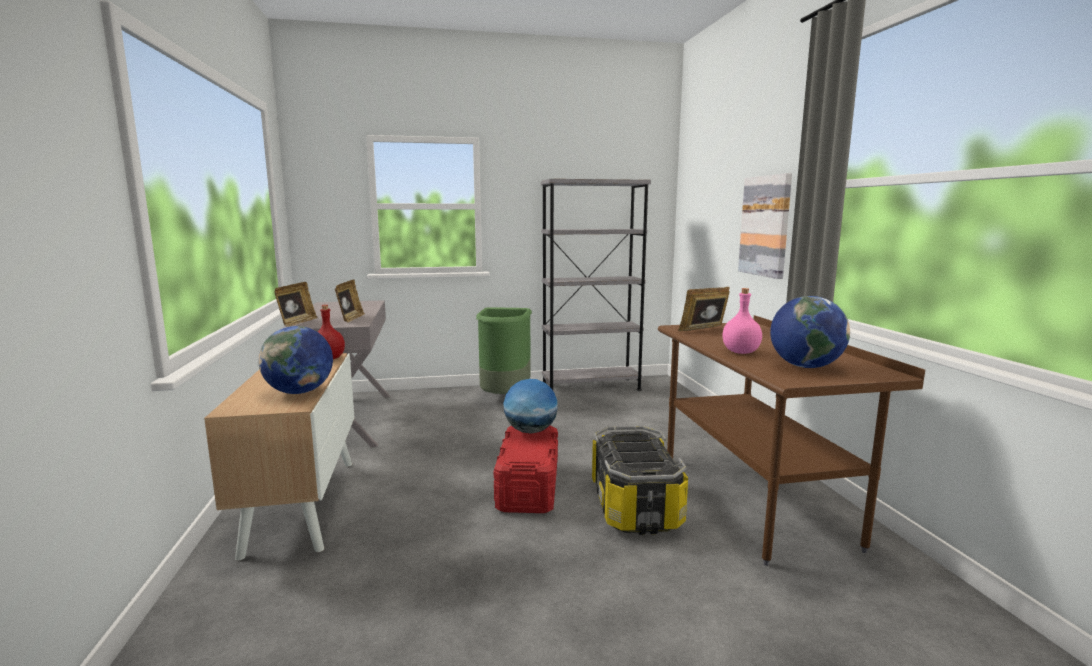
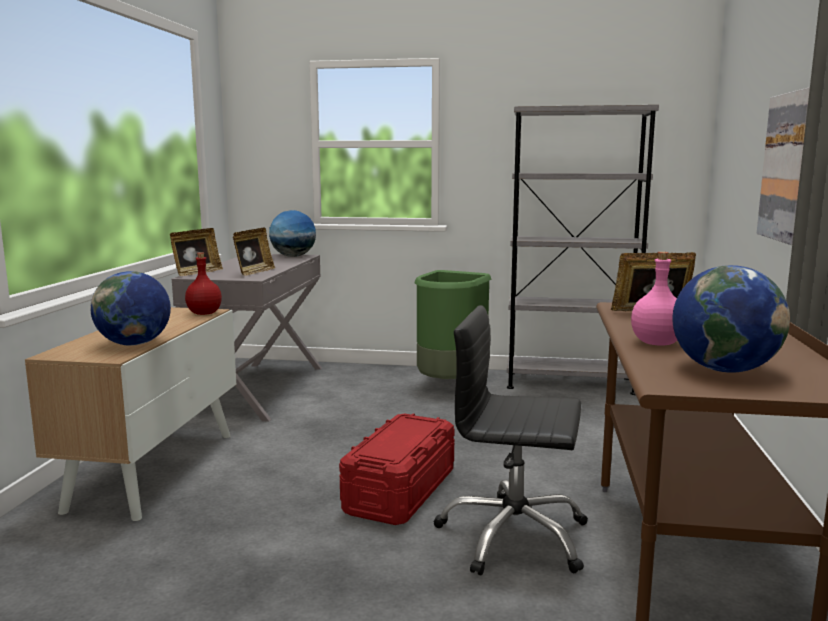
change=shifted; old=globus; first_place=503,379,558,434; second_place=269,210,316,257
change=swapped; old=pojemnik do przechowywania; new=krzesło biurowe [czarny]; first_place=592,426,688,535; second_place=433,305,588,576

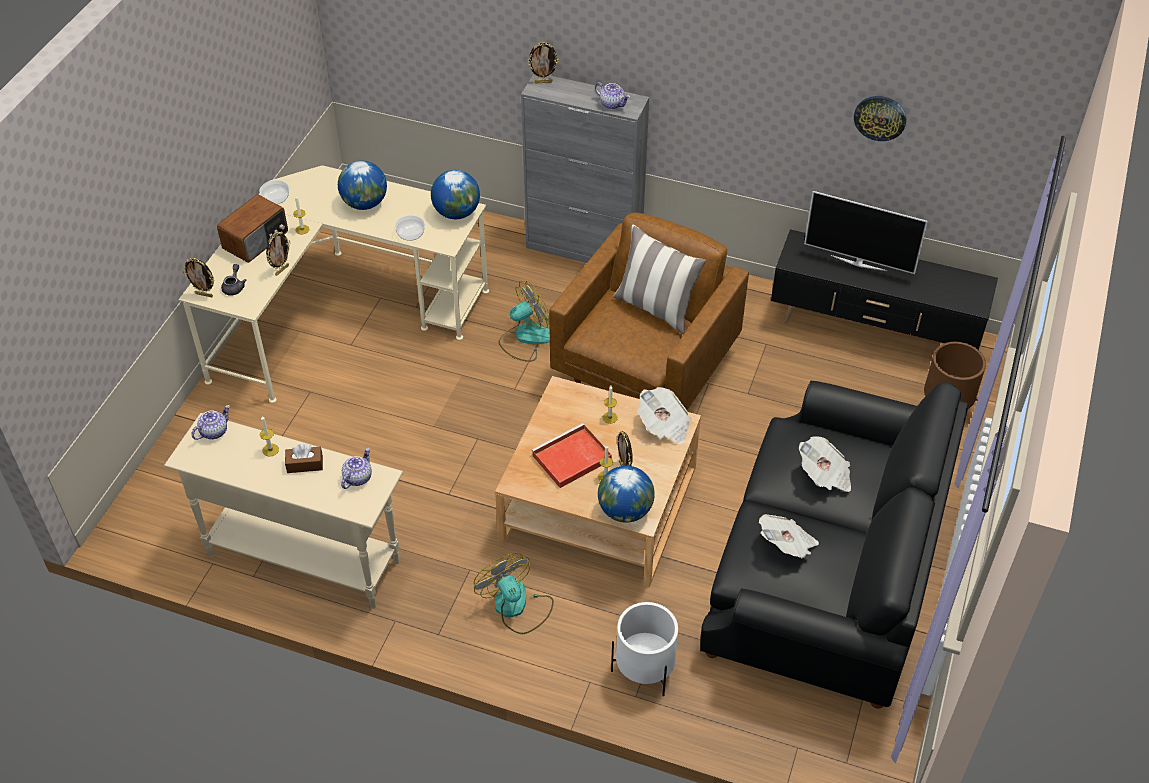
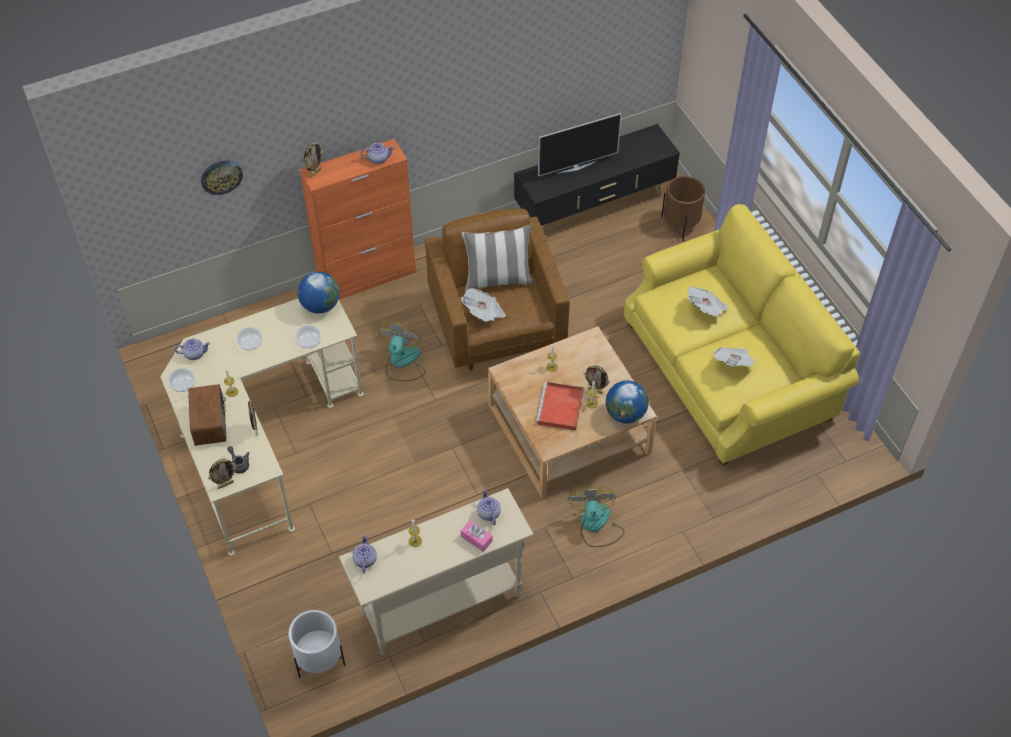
change=gone; old=pudełko chusteczek [brązowy]; first_place=285,444,323,473
change=swapped; old=globus; new=miska; first_place=338,161,387,210; second_place=236,327,262,350
change=rotated; old=wentylator; first_place=474,553,554,634; second_place=568,486,625,547; degrees=75
change=repainted; old=szafka [szary]; new=szafka [pomarańczowy]; first_place=521,74,649,263; second_place=300,139,416,300
change=shifted; old=donica [biały]; first_place=611,602,678,696; second_place=289,610,345,678
change=shifted; old=gazeta; first_place=638,387,692,445; second_place=461,288,506,322
change=repainted; old=kanapa [czarny]; new=kanapa [żółty]; first_place=700,380,968,709; second_place=624,204,860,465
change=shifted; old=zegar ścienny; first_place=854,96,906,141; second_place=201,161,243,195
change=new; new=imbryk; second_place=174,339,210,360
change=new; new=pudełko chusteczek [różowy]; second_place=461,520,493,552

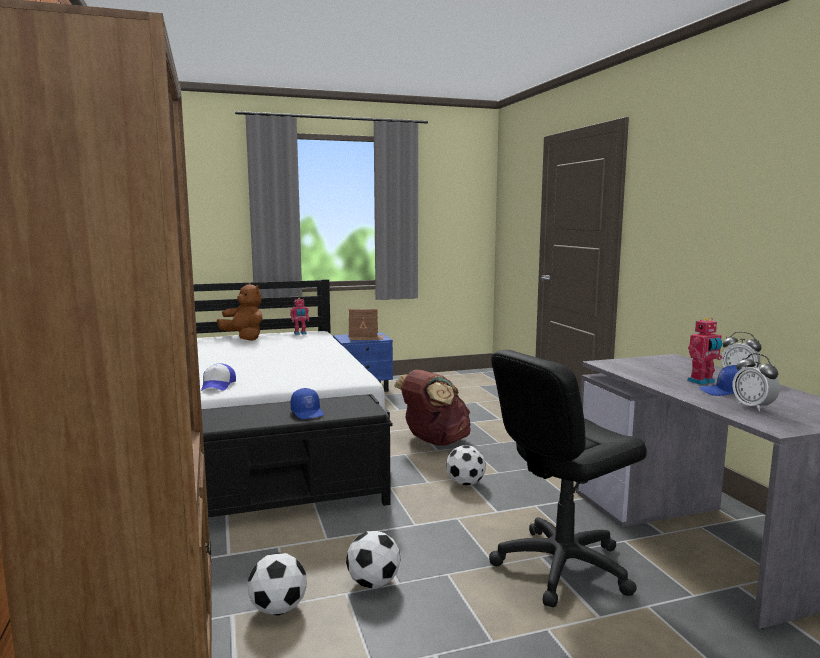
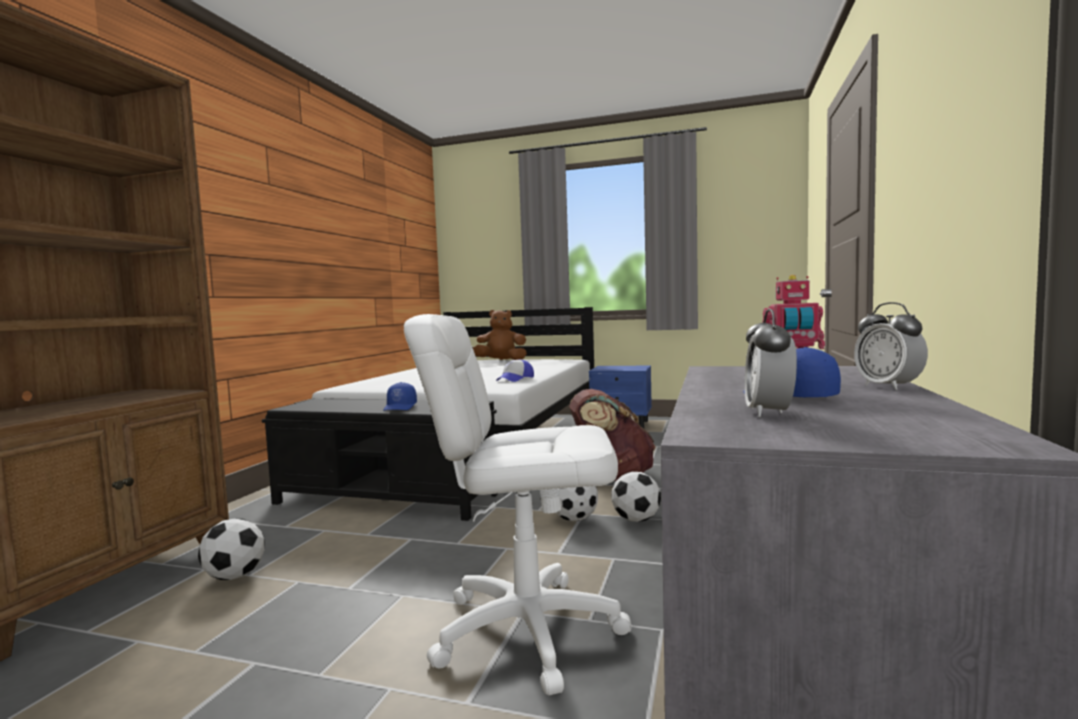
change=shifted; old=czapka z daszkiem; first_place=201,363,236,391; second_place=496,360,534,382
change=rotated; old=pluszak [brązowy]; first_place=217,283,262,341; second_place=473,310,527,360; degrees=-75
change=gone; old=robot zabawkowy; first_place=290,298,309,335
change=shifted; old=piłka futbolowa; first_place=346,531,400,588; second_place=611,472,661,522
change=gone; old=domek; first_place=349,309,383,341
change=repainted; old=krzesło biurowe [czarny]; new=krzesło biurowe [biały]; first_place=489,350,647,607; second_place=404,314,632,696

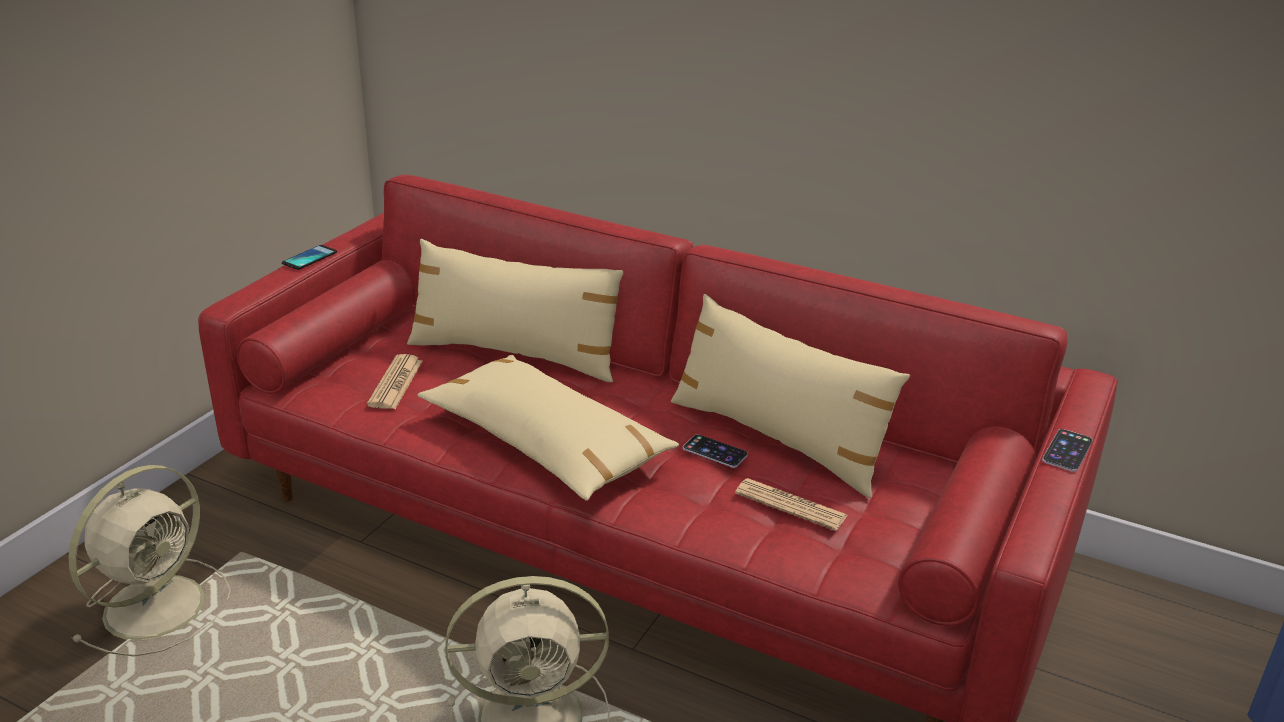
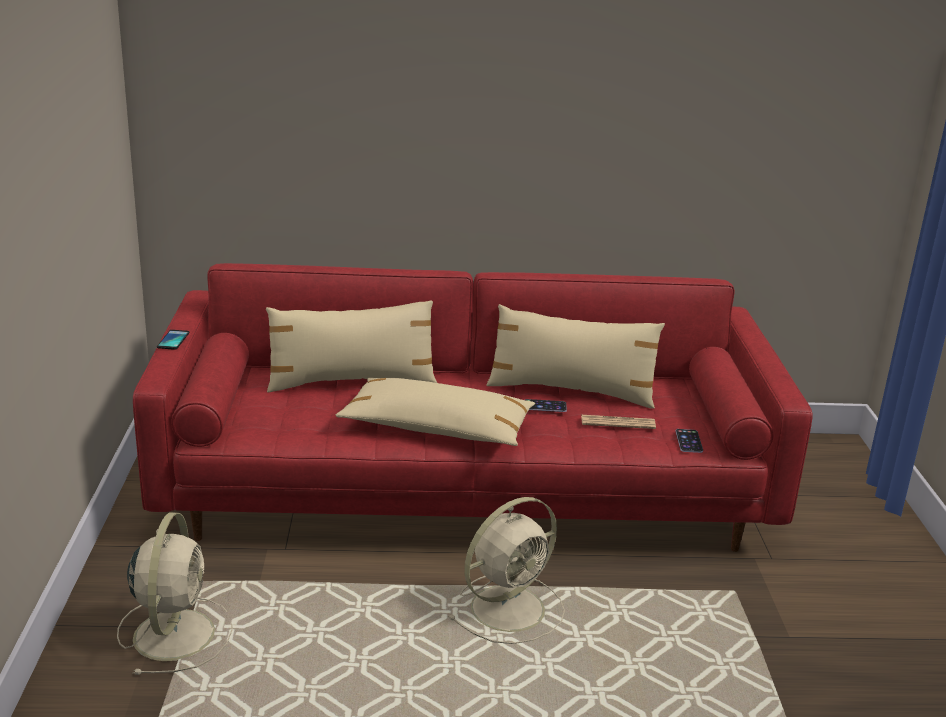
change=gone; old=gazeta; first_place=367,354,423,409
change=shifted; old=telefon; first_place=1042,429,1093,472; second_place=675,429,703,453

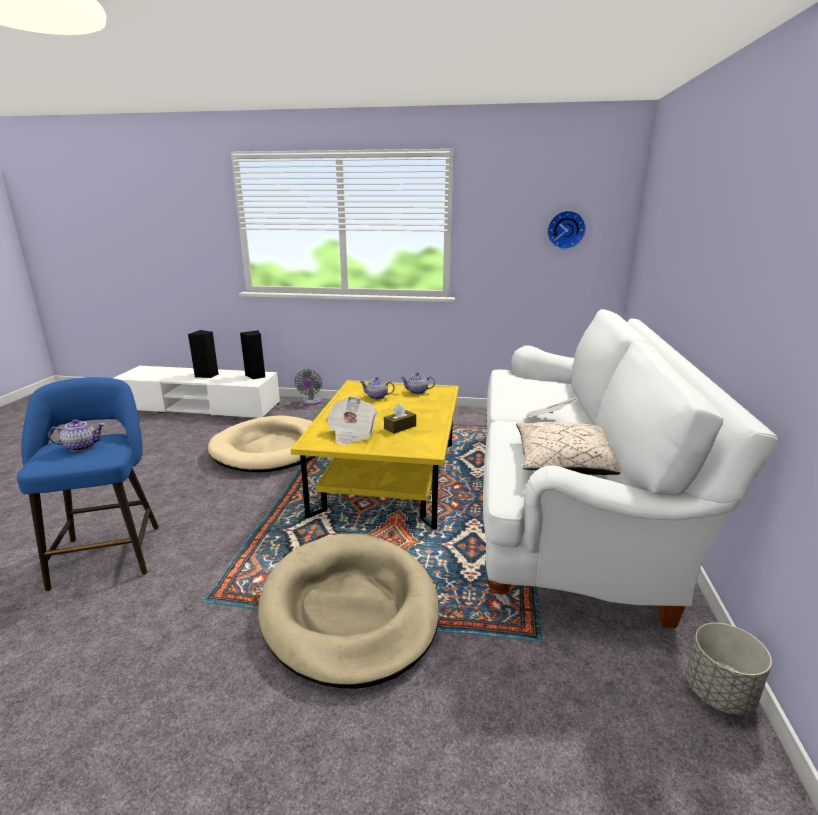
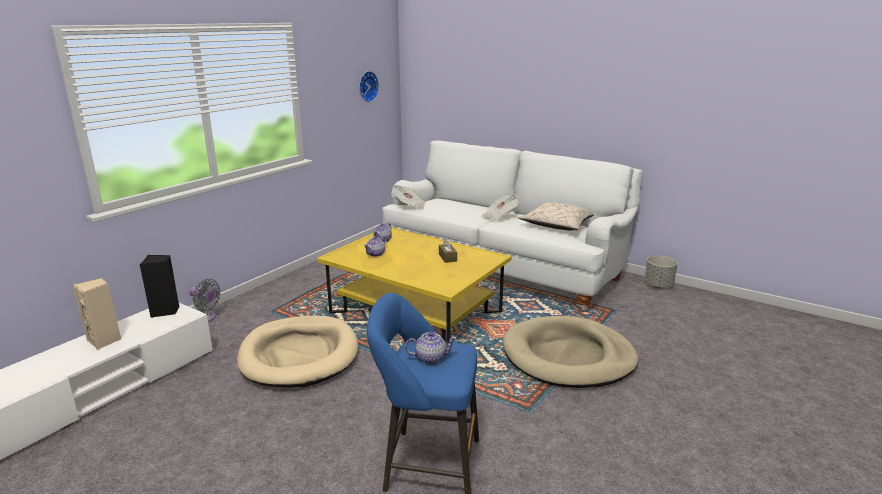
change=rotated; old=imbryk; first_place=48,419,105,452; second_place=405,332,457,364; degrees=75
change=repainted; old=głośnik [czarny]; new=głośnik [beżowy]; first_place=188,330,219,378; second_place=73,278,121,350
change=shifted; old=gazeta; first_place=326,396,377,445; second_place=393,185,426,210

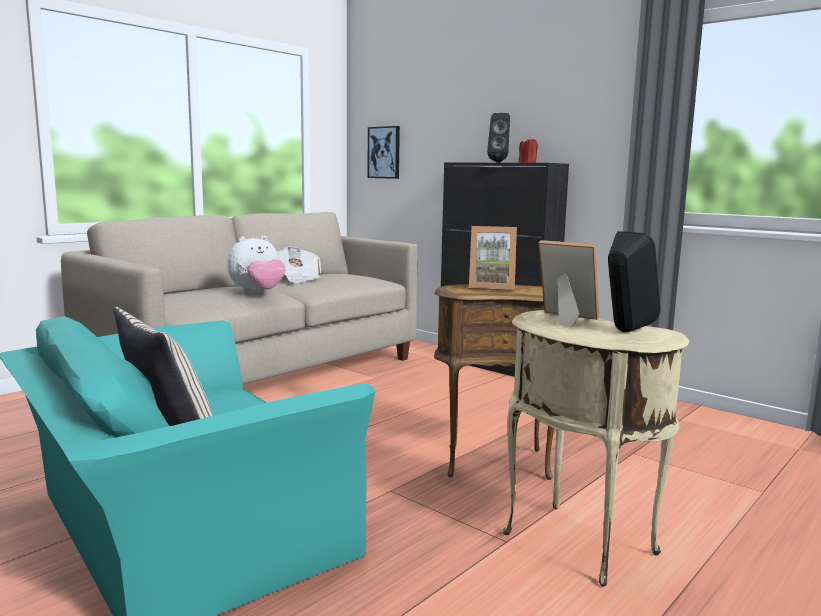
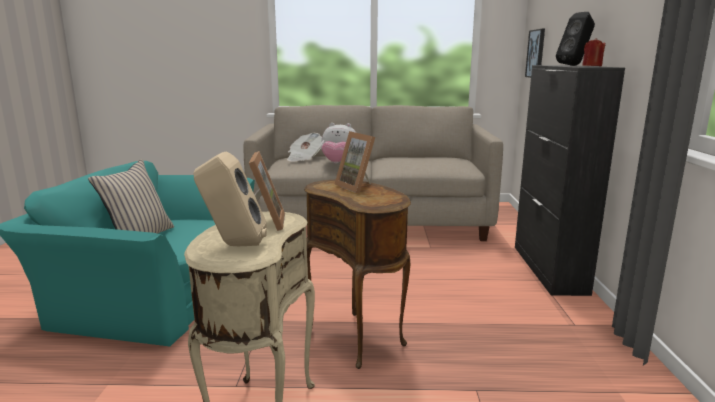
change=shifted; old=gazeta; first_place=277,247,321,283; second_place=287,133,322,162
change=repainted; old=głośnik [czarny]; new=głośnik [beżowy]; first_place=608,231,661,332; second_place=194,152,267,246

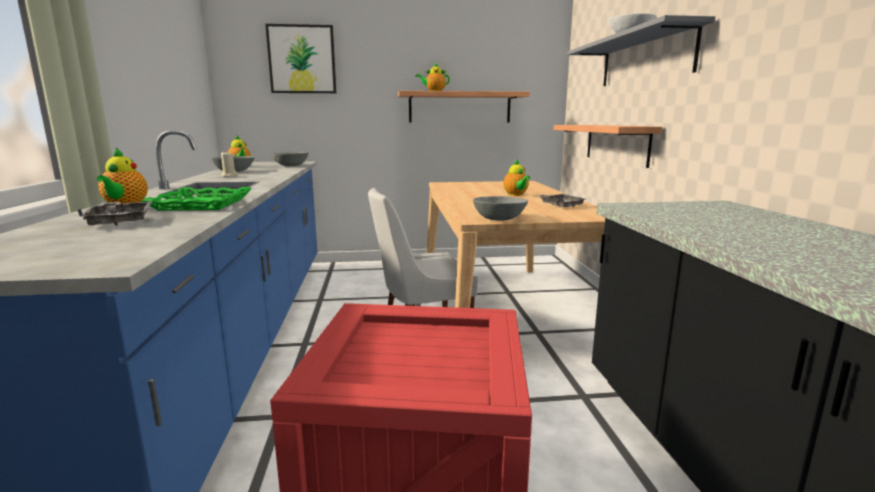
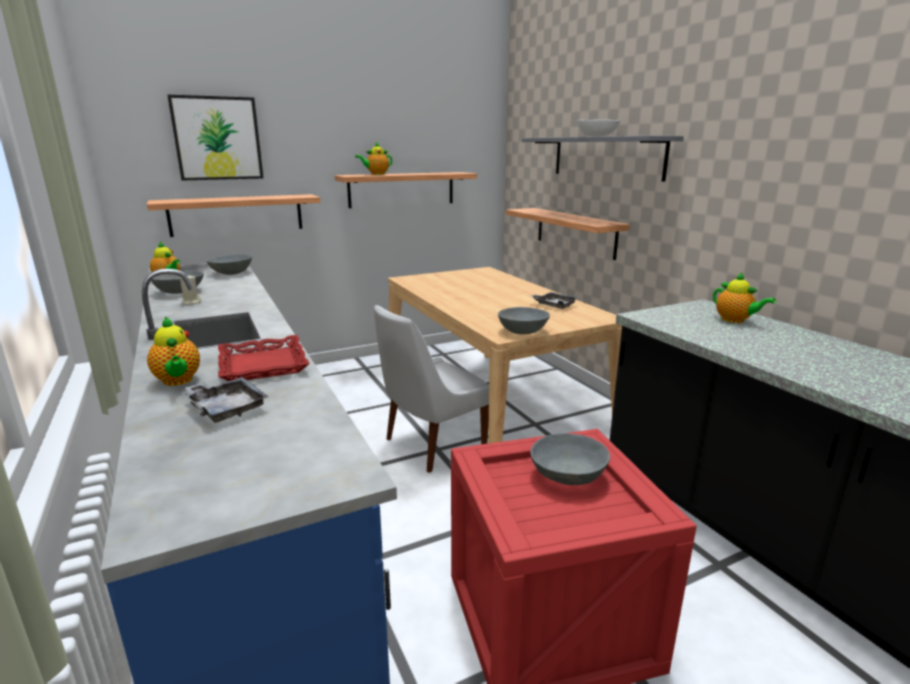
change=repainted; old=taca [zielony]; new=taca [czerwony]; first_place=142,187,252,211; second_place=218,335,310,381
change=shifted; old=imbryk; first_place=503,160,530,196; second_place=713,272,776,323
change=new; new=półka; second_place=147,194,320,237
change=new; new=miska [szary]; second_place=530,433,610,485

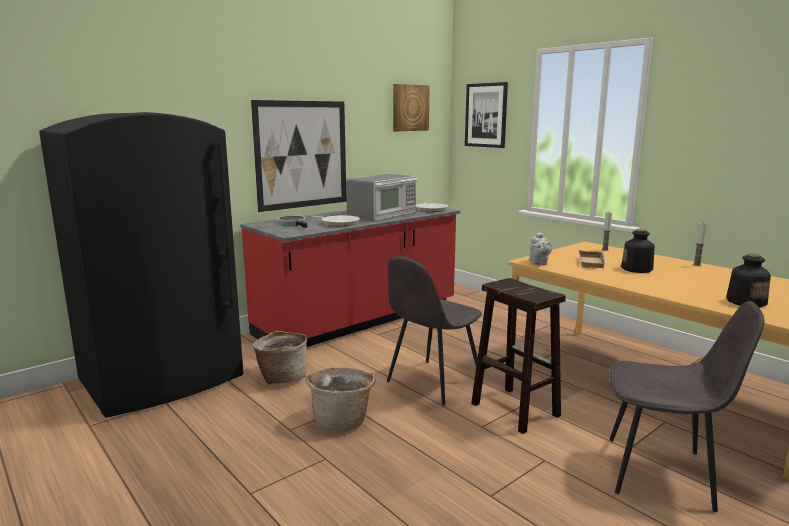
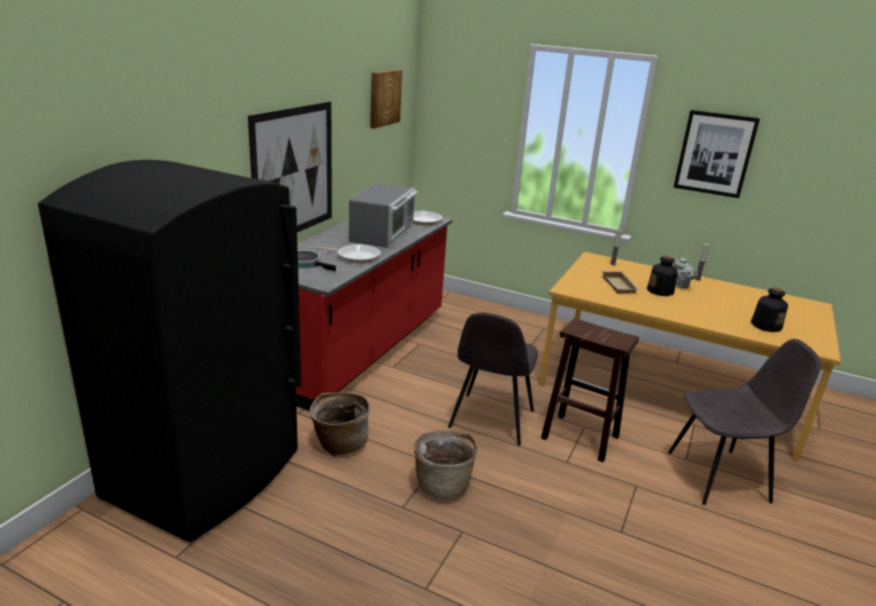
change=shifted; old=obraz; first_place=465,82,508,148; second_place=674,110,760,198
change=shifted; old=imbryk [szary]; first_place=529,232,552,265; second_place=674,257,698,288

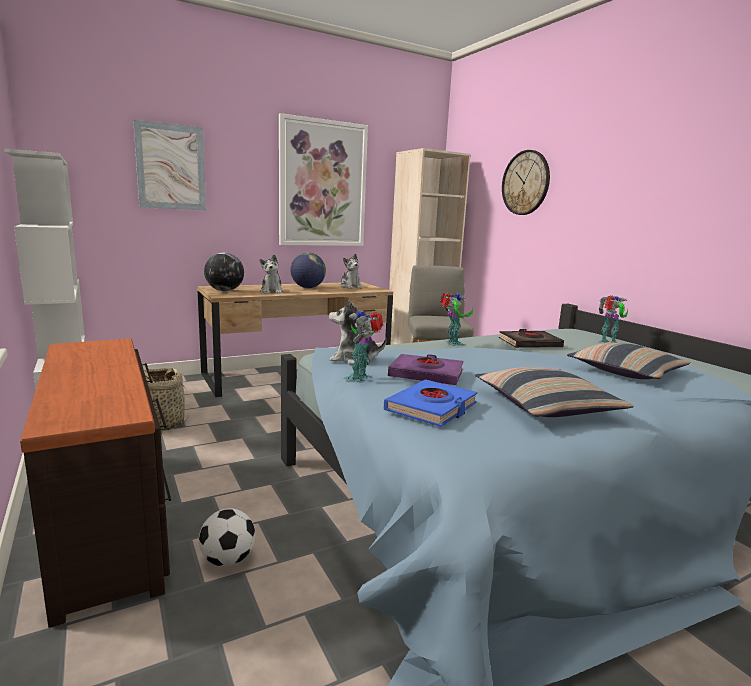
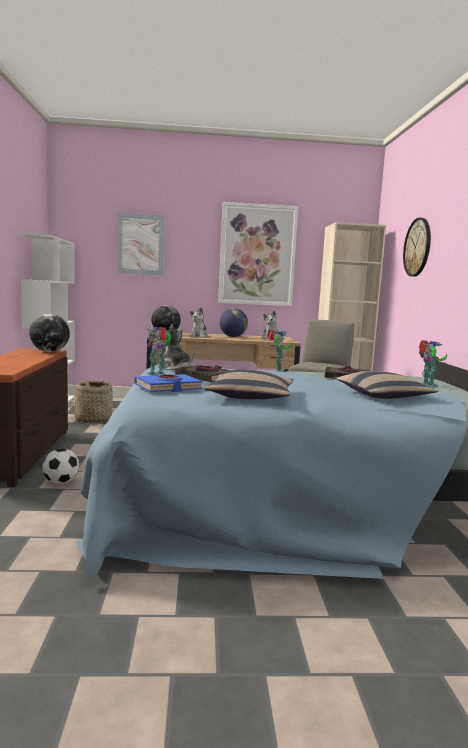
change=repainted; old=książka [fioletowy]; new=książka [czarny]; first_place=388,354,463,385; second_place=175,365,230,382
change=new; new=globus; second_place=29,314,70,352

